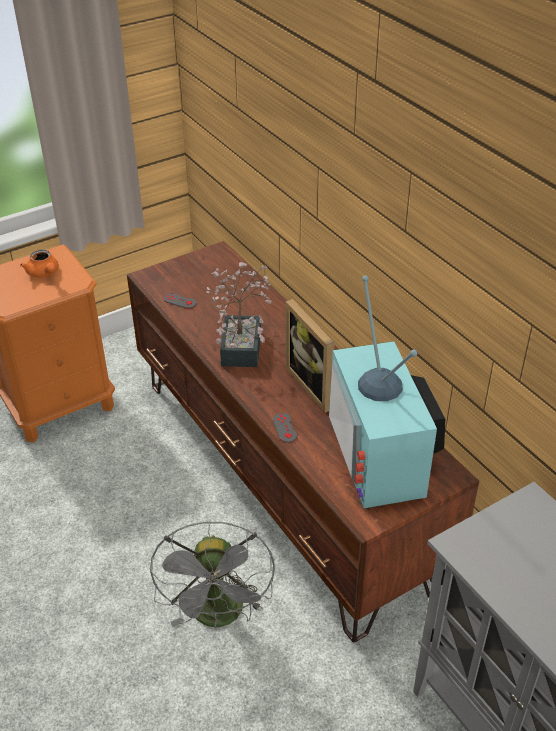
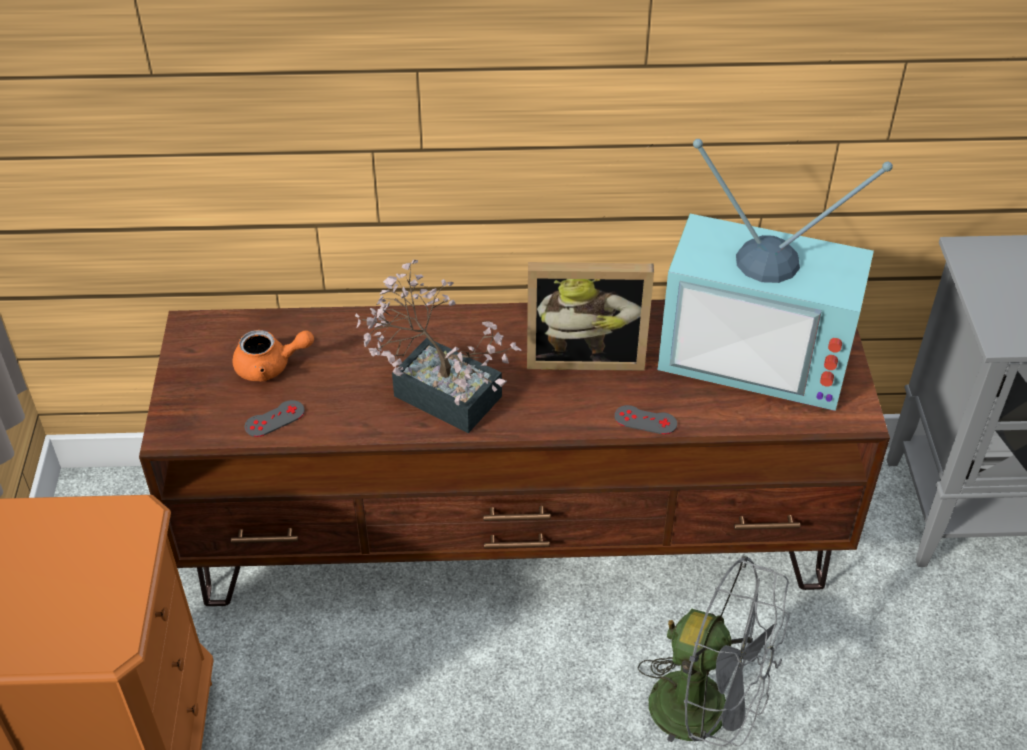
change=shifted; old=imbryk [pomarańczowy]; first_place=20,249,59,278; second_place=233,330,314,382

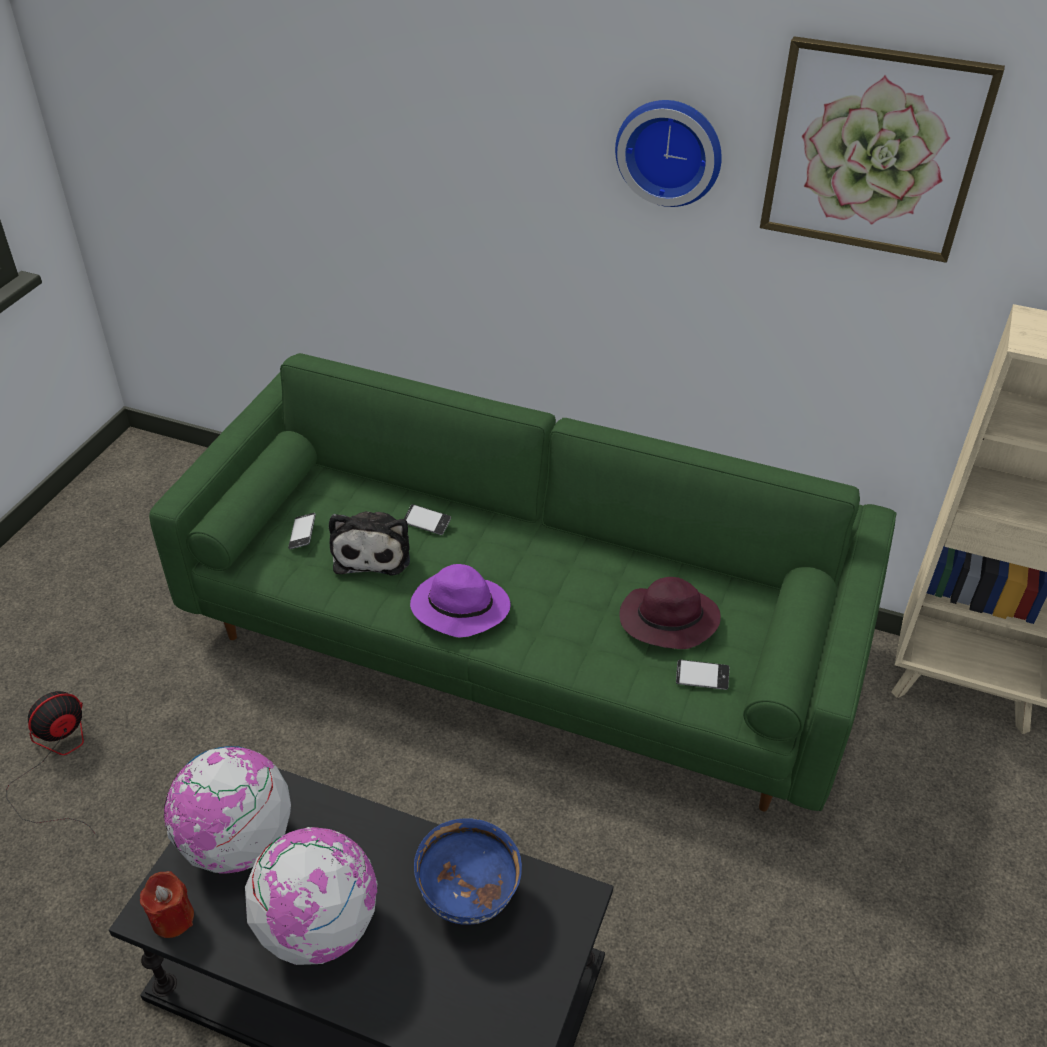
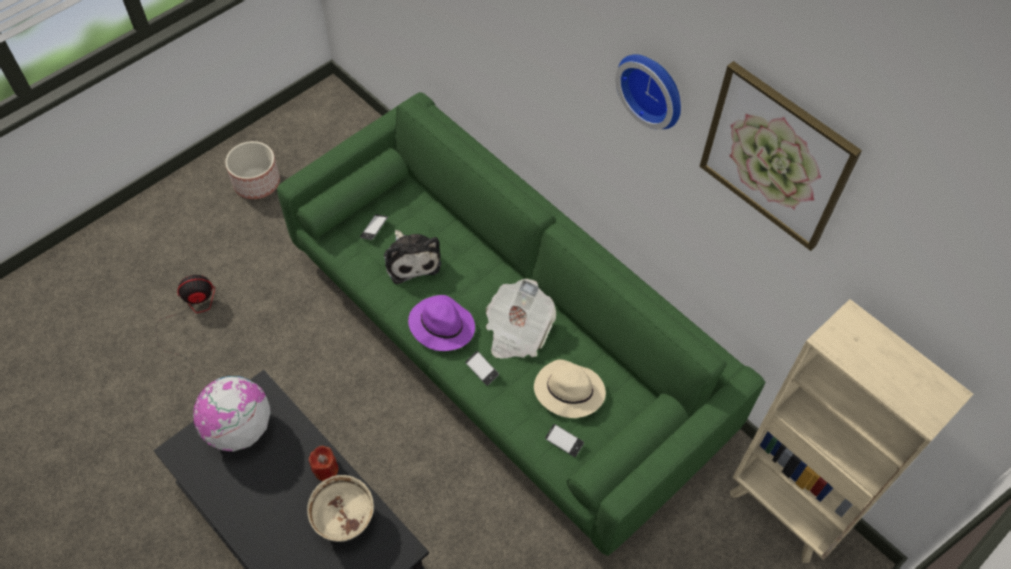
change=shifted; old=świeca [czerwony]; first_place=140,871,194,938; second_place=309,446,339,481
change=gone; old=globus; first_place=245,827,377,965
change=rotated; old=pluszak; first_place=329,511,410,576; second_place=384,230,441,284; degrees=-45
change=shifted; old=telefon; first_place=404,504,451,535; second_place=465,351,499,386
change=repainted; old=miska [niebieski]; new=miska [beżowy]; first_place=414,819,522,925; second_place=307,475,374,542
change=repainted; old=kapelusz [fioletowy]; new=kapelusz [beżowy]; first_place=619,577,721,649; second_place=534,359,606,418
change=new; new=donica; second_place=225,141,280,199
change=new; new=gazeta; second_place=486,279,556,359

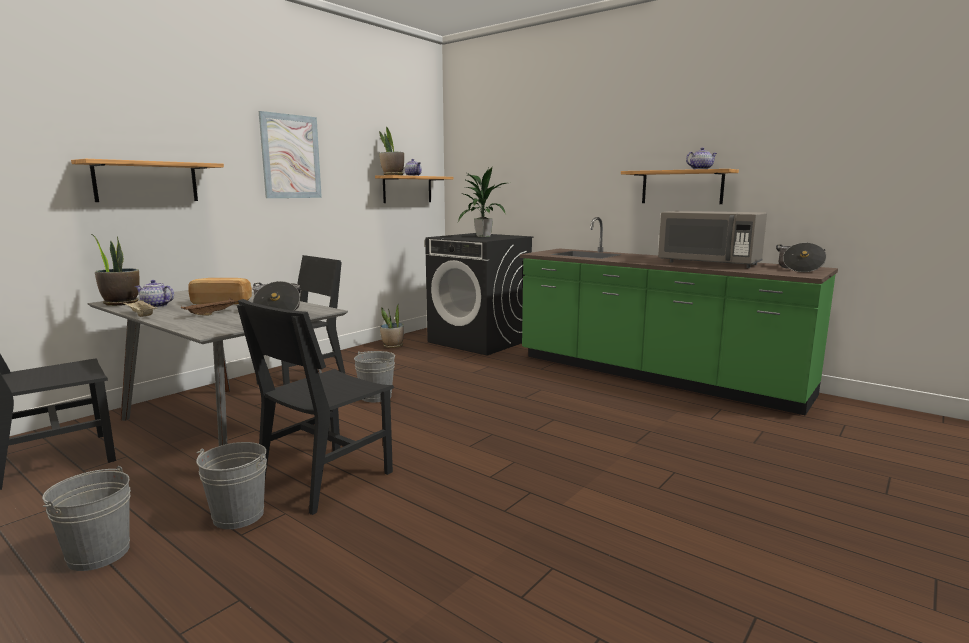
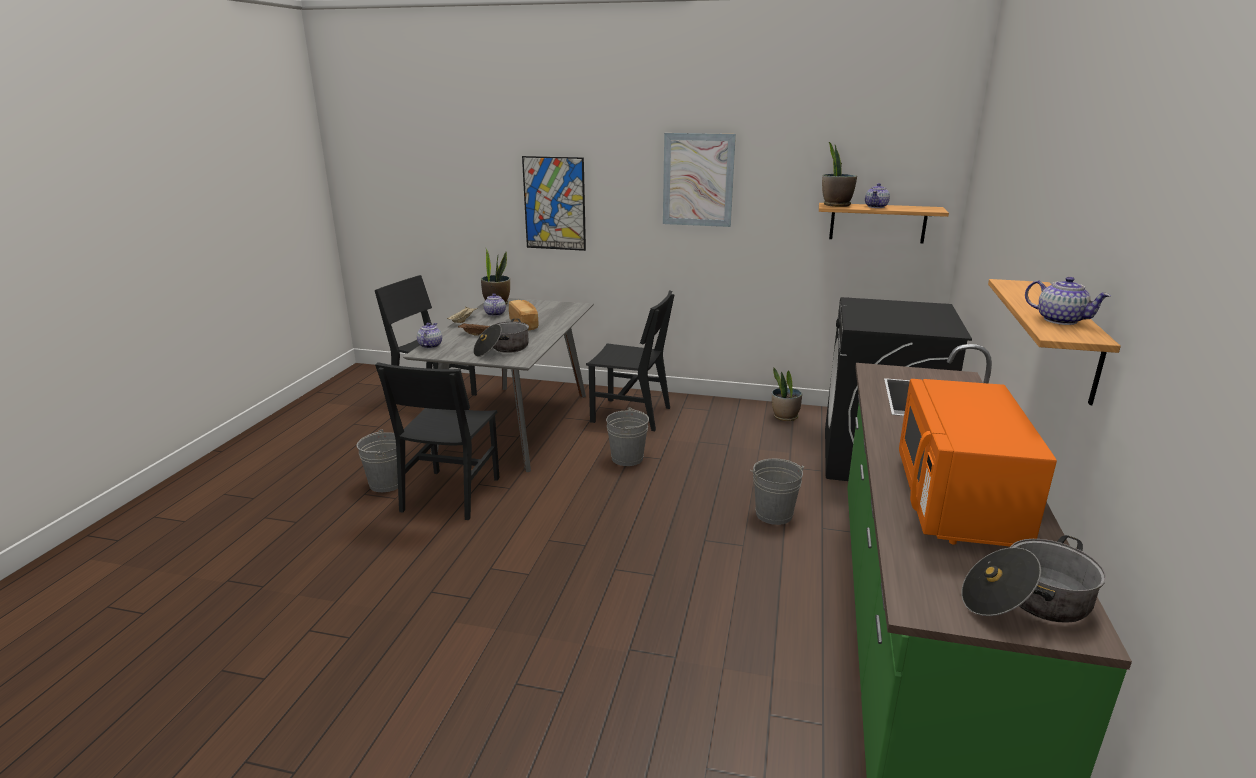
change=shifted; old=wiadro [szary]; first_place=42,466,131,571; second_place=750,459,804,525
change=swapped; old=półka; new=obraz; first_place=71,159,224,202; second_place=522,156,586,251
change=rotated; old=krzesło [czarny]; first_place=237,299,394,515; second_place=375,362,499,520; degrees=-90
change=gone; old=roślina doniczkowa; first_place=458,167,506,237
change=repainted; old=mikrofalówka [szary]; new=mikrofalówka [pomarańczowy]; first_place=658,211,767,268; second_place=899,379,1057,546
change=new; new=imbryk; second_place=417,323,442,349

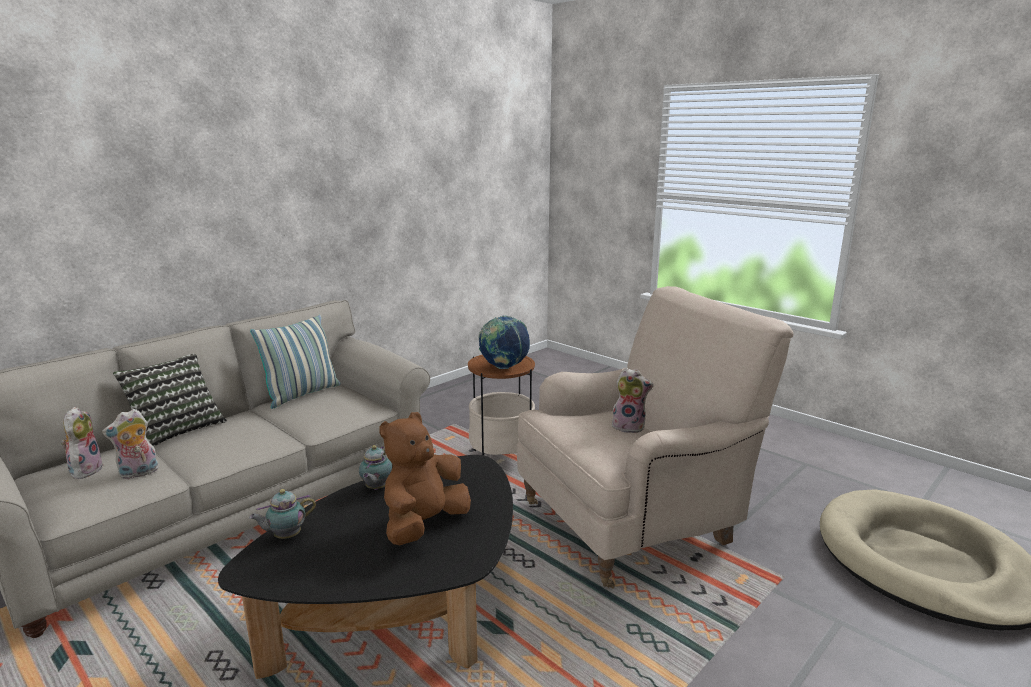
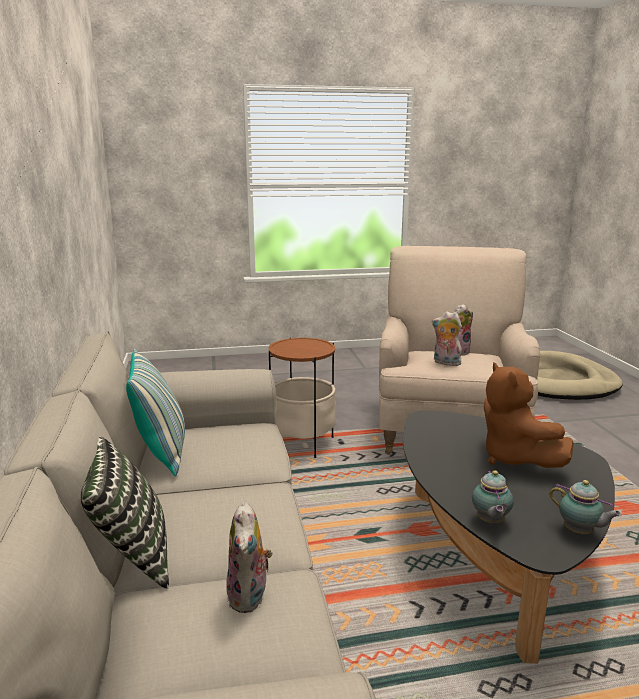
change=shifted; old=pluszak; first_place=61,407,104,479; second_place=432,311,462,366
change=shifted; old=imbryk; first_place=359,445,393,490; second_place=549,480,621,534
change=gone; old=globus; first_place=478,315,530,369

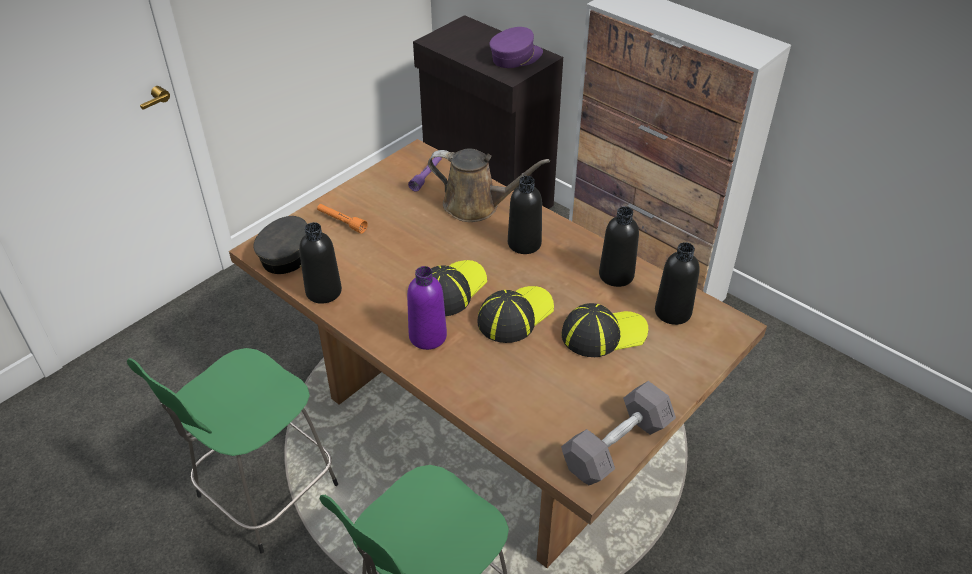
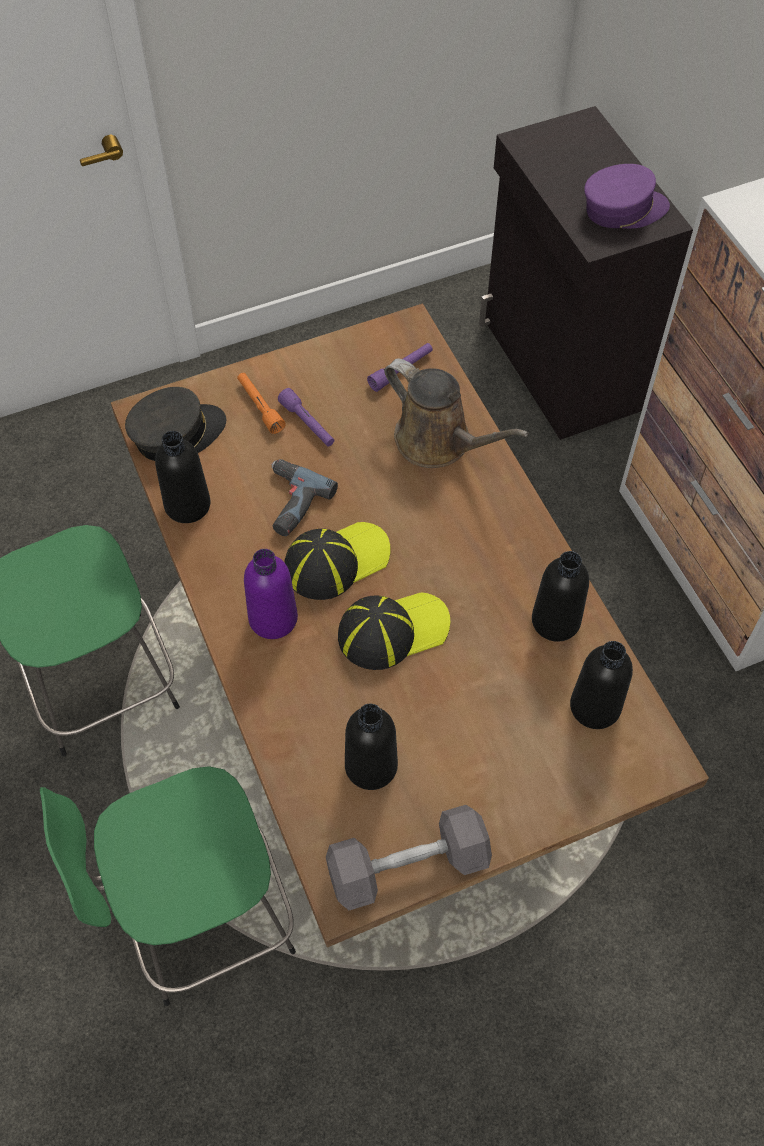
change=shifted; old=butelka [czarny]; first_place=508,176,542,254; second_place=345,704,398,790
change=gone; old=czapka z daszkiem; first_place=562,303,648,357
change=new; new=wiertarka; second_place=271,459,338,536
change=new; new=latarka [fioletowy]; second_place=278,388,334,446

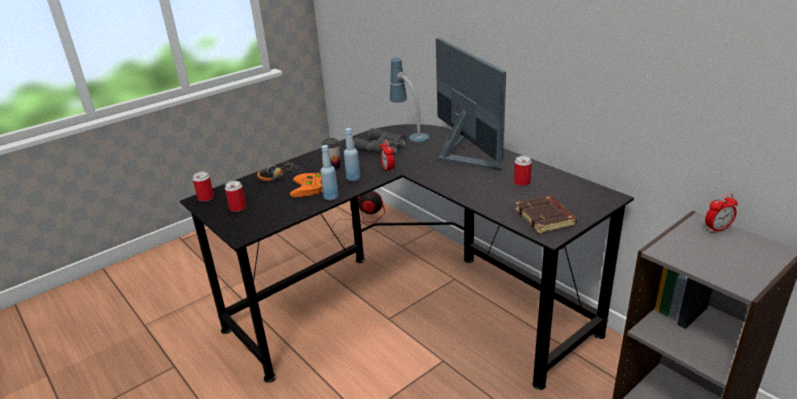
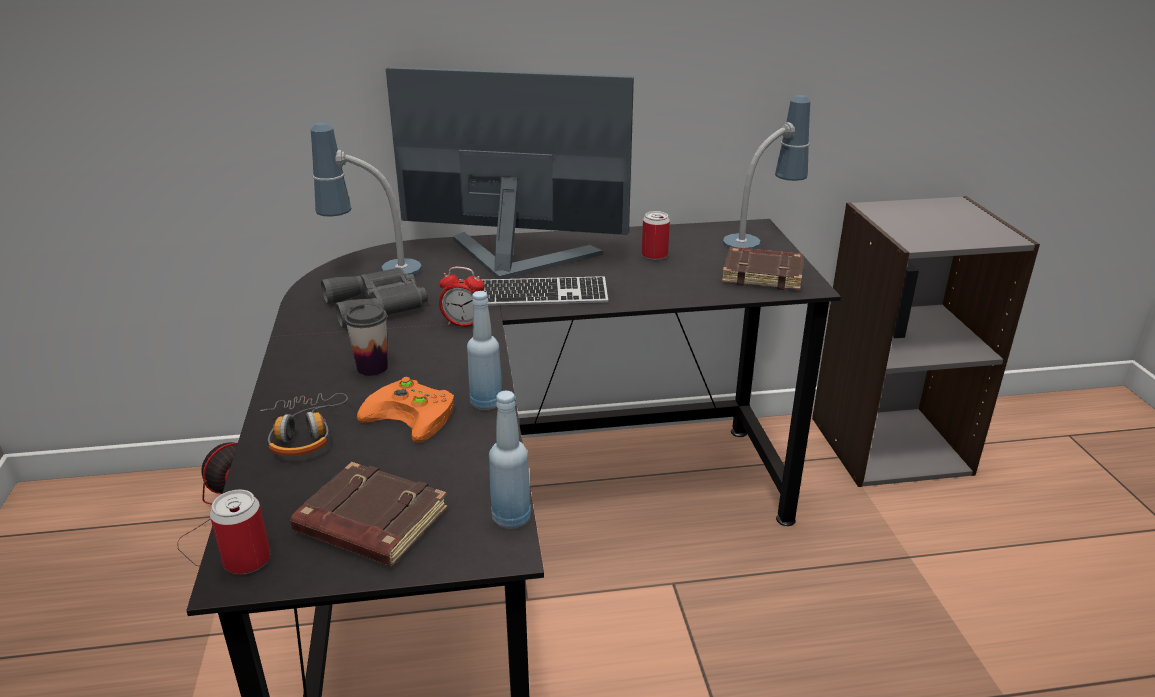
change=swapped; old=puszka; new=książka [brązowy]; first_place=225,181,246,212; second_place=290,462,448,566
change=shifted; old=butelka [niebieski]; first_place=344,128,360,181; second_place=489,391,531,529
change=gone; old=budzik; first_place=705,193,738,233
change=new; new=klawiatura; second_place=482,276,608,306
change=new; new=lampa stołowa; second_place=723,95,810,249

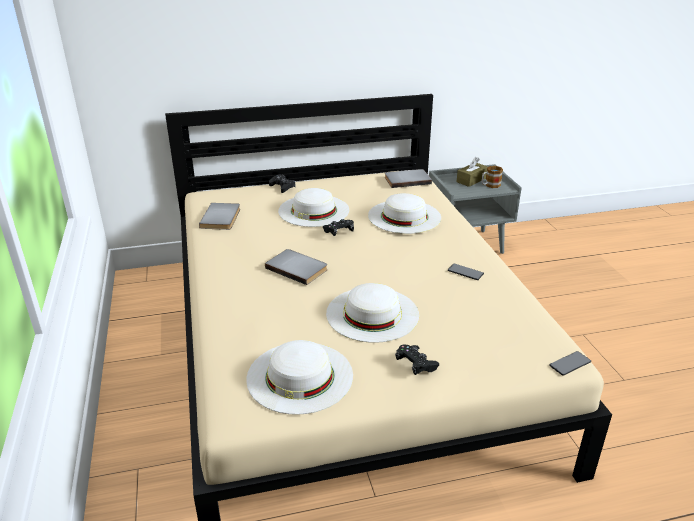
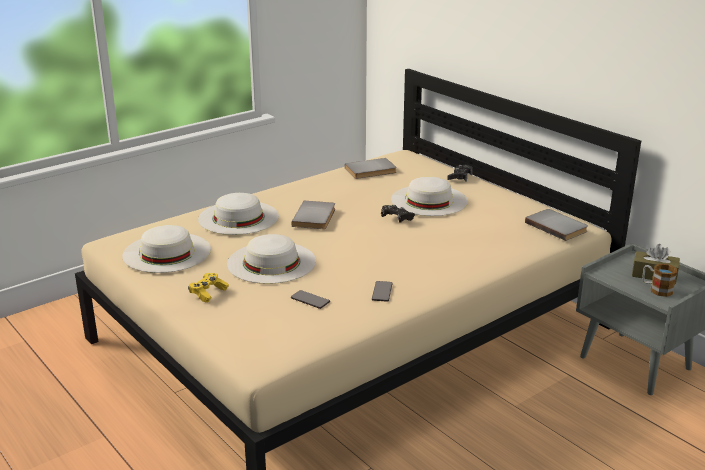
change=shifted; old=kapelusz [biały]; first_place=368,193,441,234; second_place=198,193,279,235
change=repainted; old=pad do gier [czarny]; new=pad do gier [żółty]; first_place=395,344,439,375; second_place=188,273,229,303
change=shifted; old=telefon; first_place=549,351,591,376; second_place=291,290,330,309

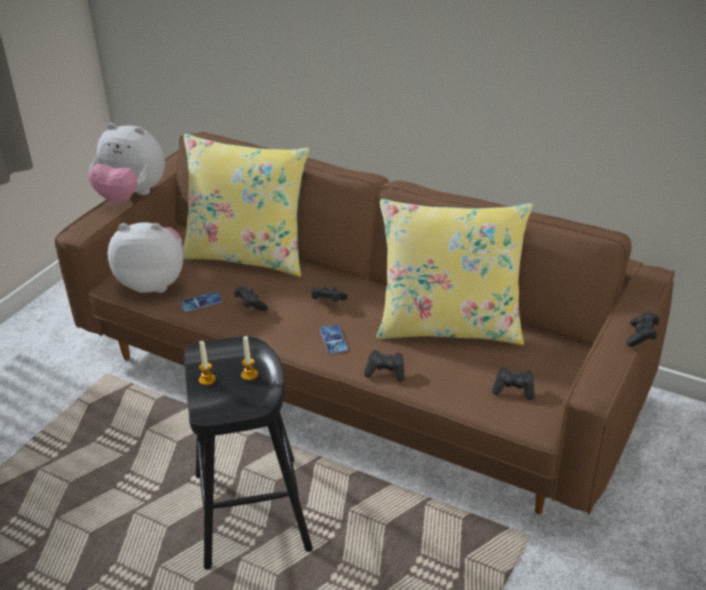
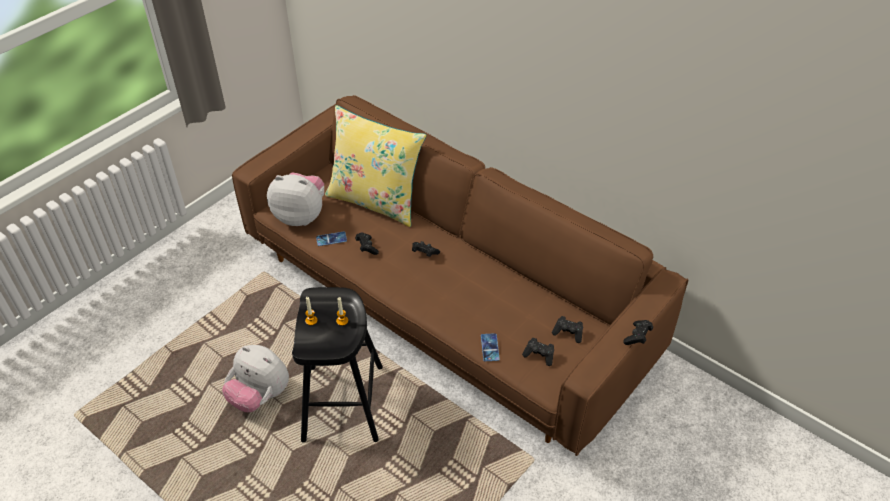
change=shifted; old=pluszak; first_place=88,123,165,203; second_place=222,345,289,412
change=shifted; old=telefon; first_place=320,325,348,354; second_place=481,333,500,361
change=shifted; old=pad do gier [czarny]; first_place=364,350,405,381; second_place=552,316,583,343
change=gone; old=poduszka [żółty]; first_place=376,199,533,345

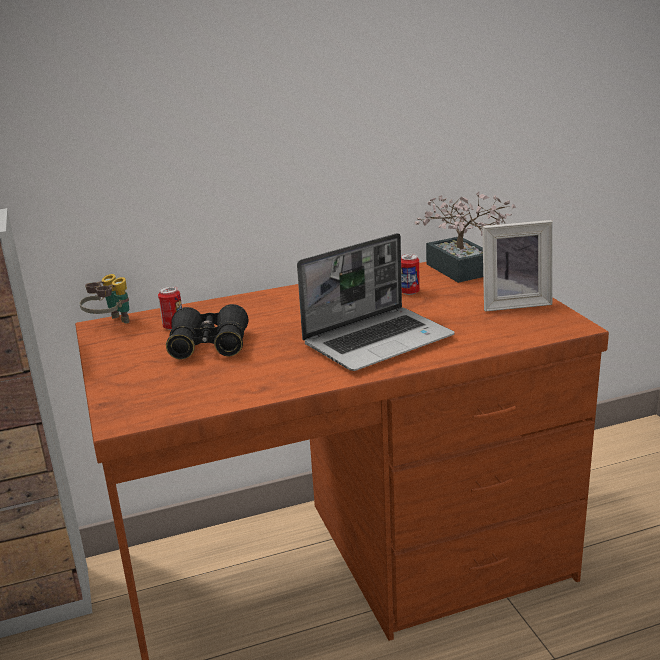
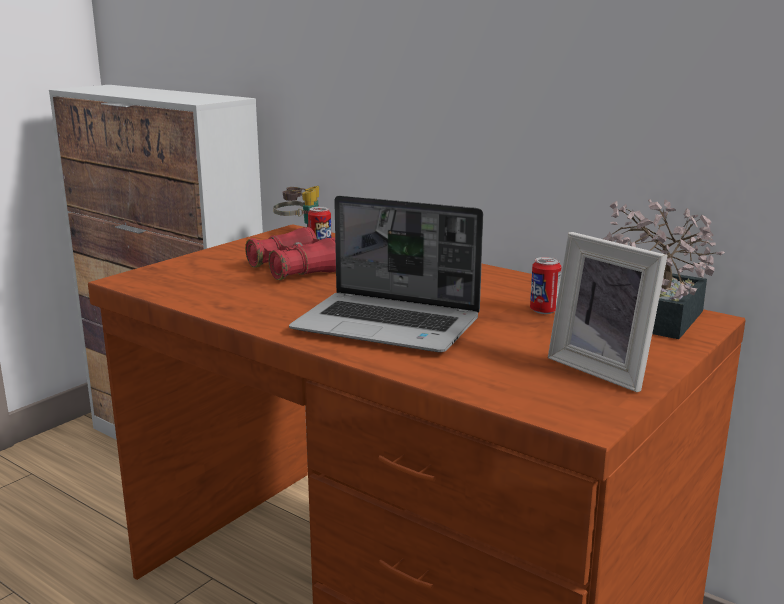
change=repainted; old=lornetka [czarny]; new=lornetka [czerwony]; first_place=166,304,248,360; second_place=245,227,336,280

